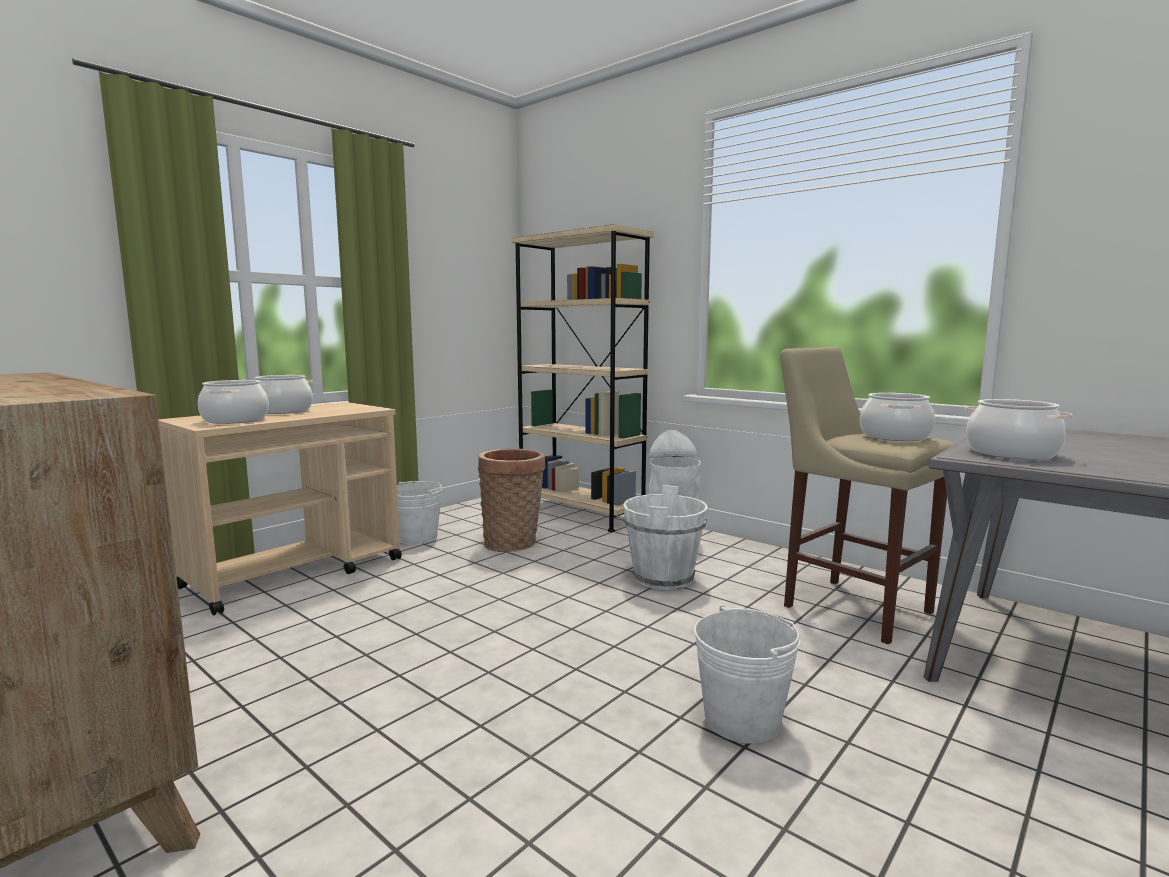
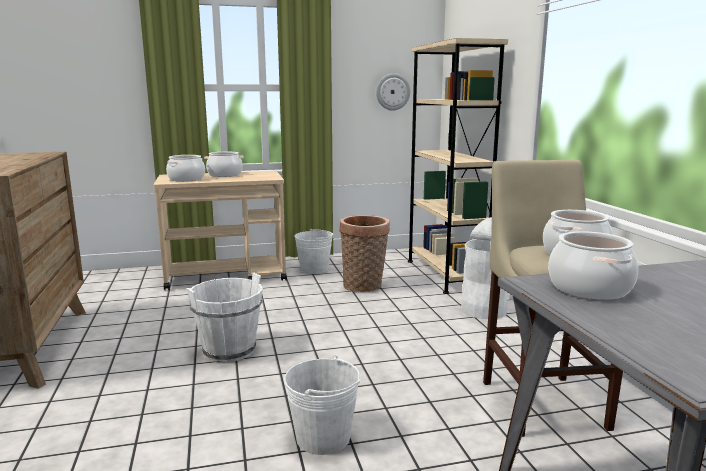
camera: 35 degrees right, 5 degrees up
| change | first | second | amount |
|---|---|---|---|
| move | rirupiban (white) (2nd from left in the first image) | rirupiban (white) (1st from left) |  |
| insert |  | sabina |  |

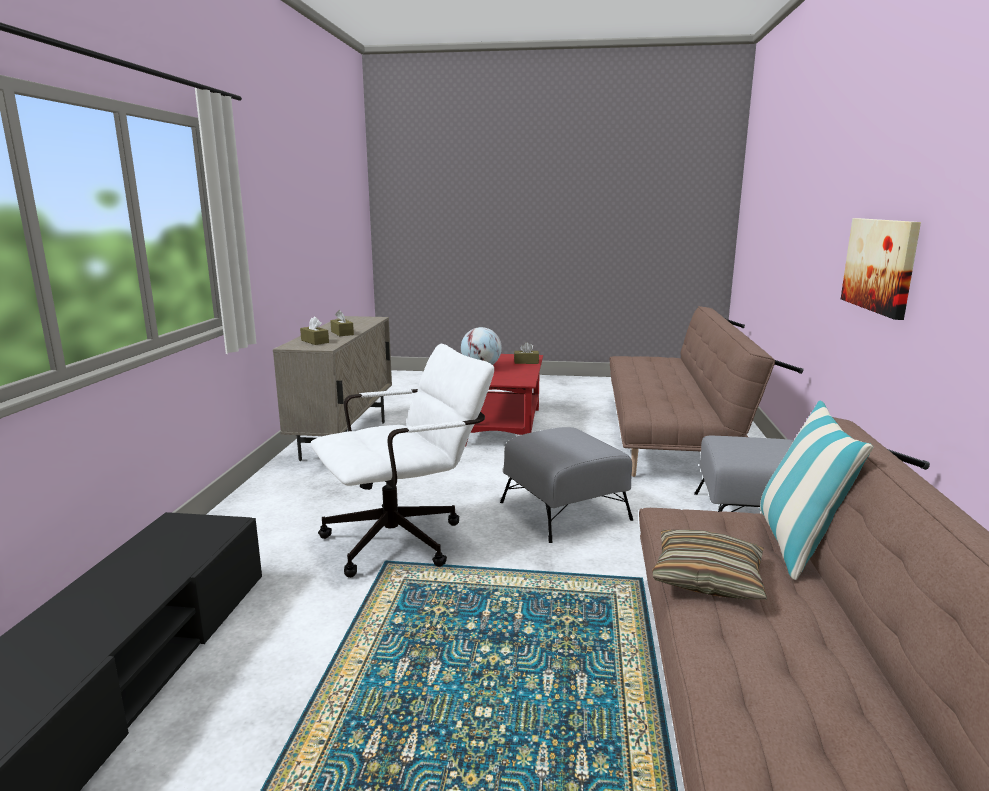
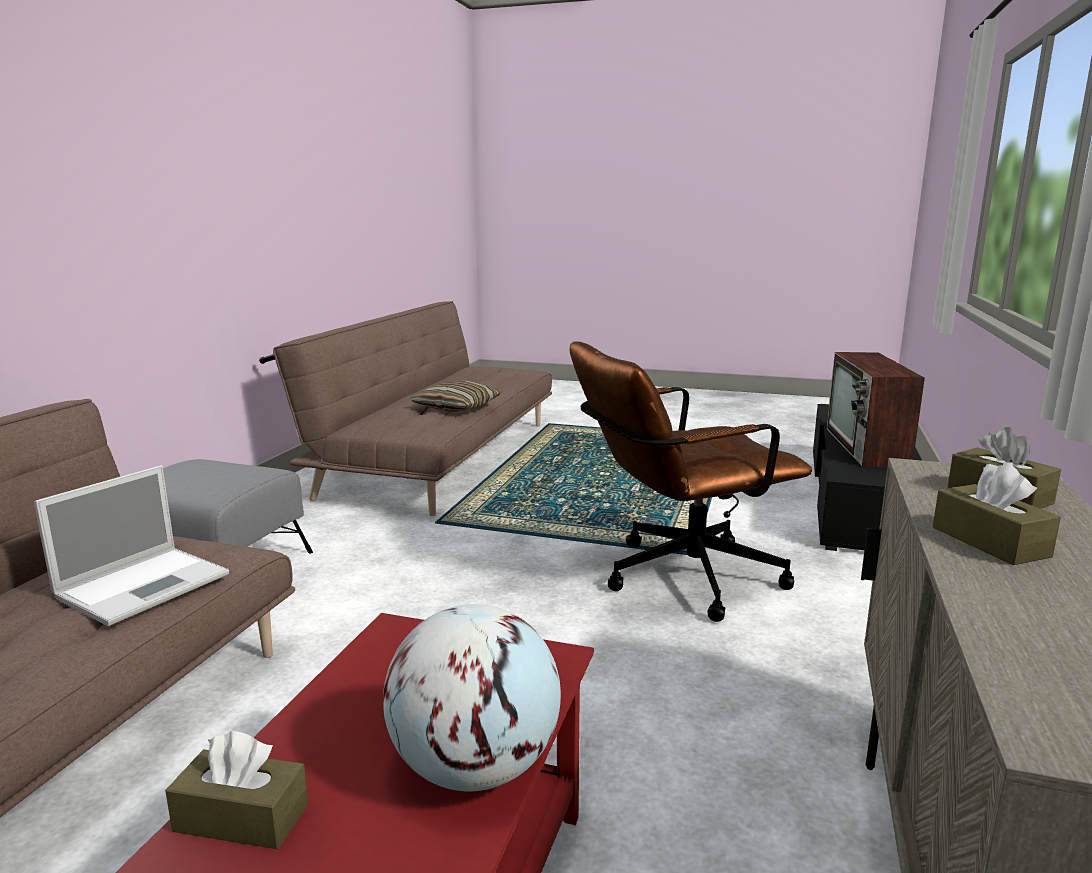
camera: 170 degrees left, 0 degrees up
| change | first | second | amount |
|---|---|---|---|
| recolor | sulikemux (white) | sulikemux (brown) |  |
| delete | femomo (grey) (1st from left) |  |  |
| delete | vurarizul (2nd from left) |  |  |
| delete | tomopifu |  |  |
| insert |  | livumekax |  |
| insert |  | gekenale |  |

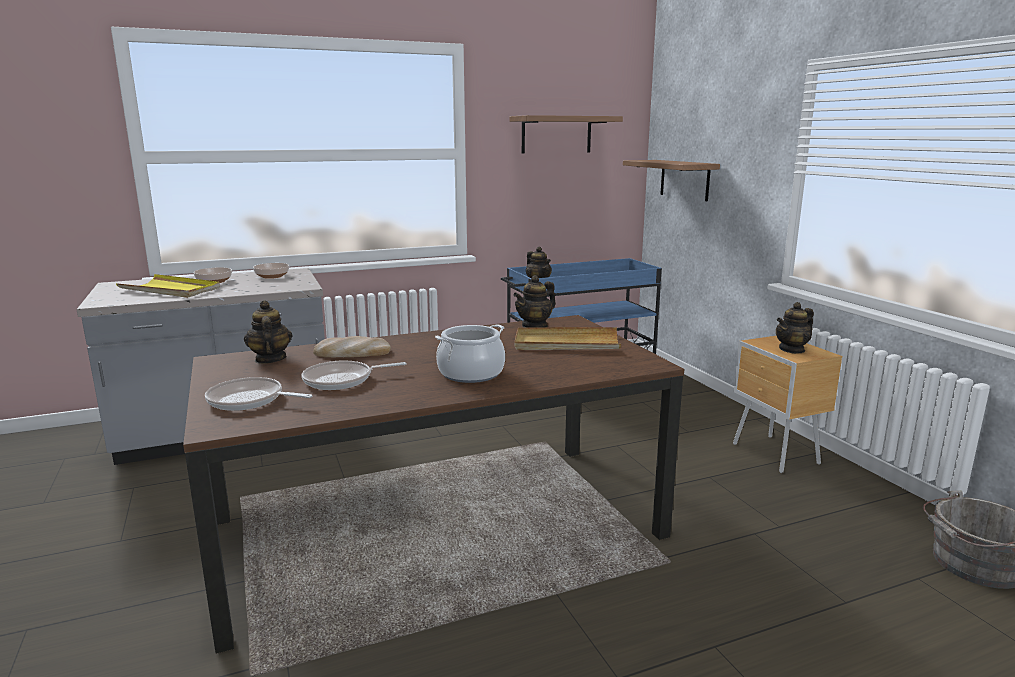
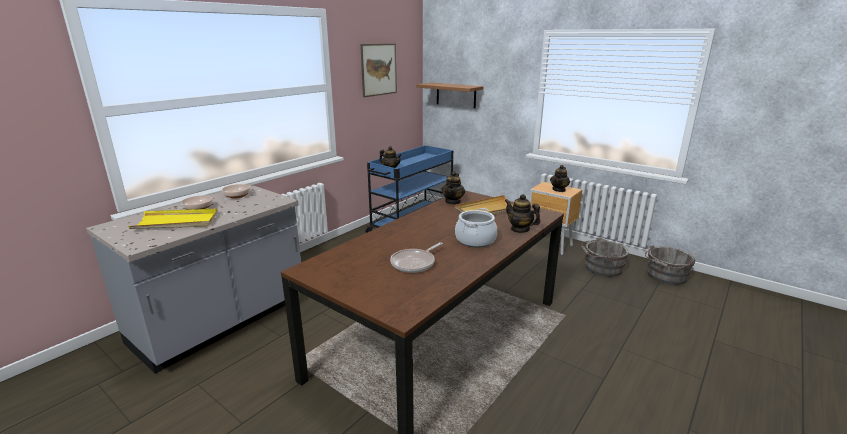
camera: 30 degrees left, 5 degrees up
| change | first | second | amount |
|---|---|---|---|
| delete | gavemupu (1st from left) |  |  |
| move | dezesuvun (1st from left in the first image) | dezesuvun (3rd from left) |  |
| delete | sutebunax |  |  |
| replace | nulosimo (1st from left) | tomopifu |  |
| insert |  | rirupiban (grey) (1st from left) |  |

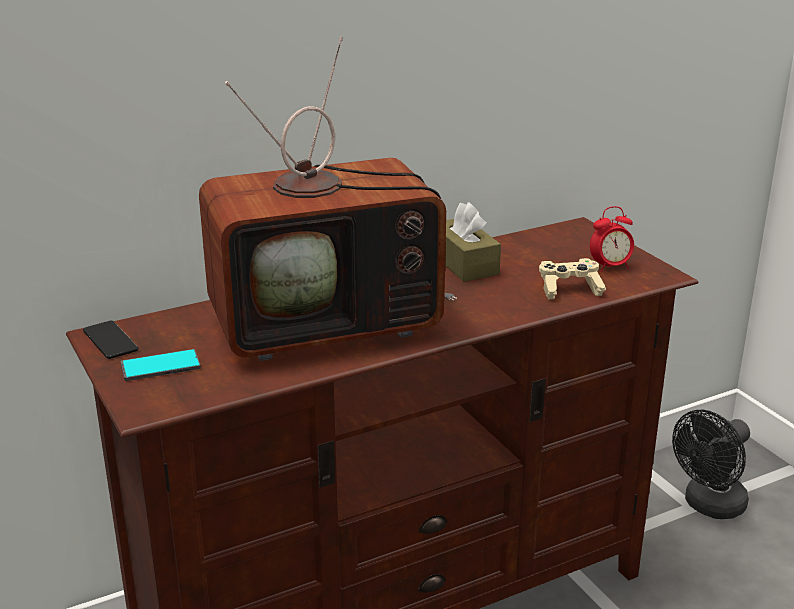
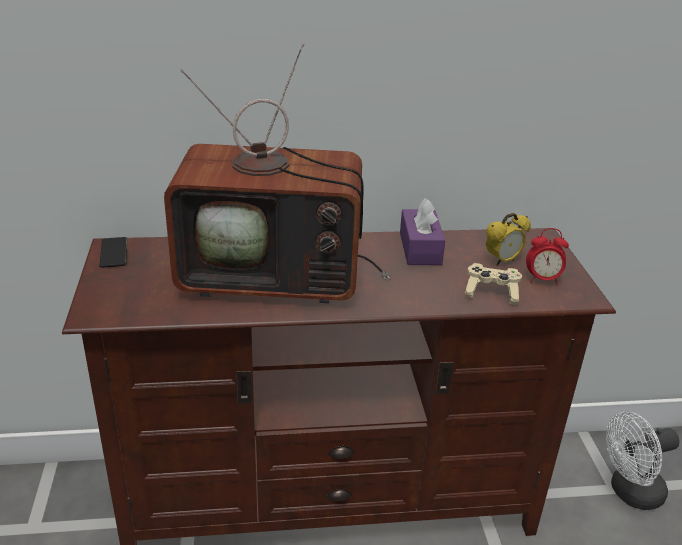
camera: 20 degrees right, 5 degrees up
| change | first | second | amount |
|---|---|---|---|
| delete | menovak (2nd from left) |  |  |
| recolor | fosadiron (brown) | fosadiron (purple) |  |
| recolor | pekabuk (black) | pekabuk (white) |  |
| insert |  | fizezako (1st from left) |  |

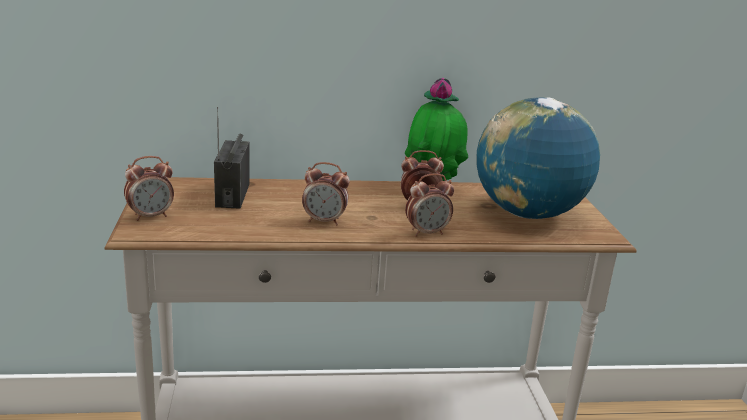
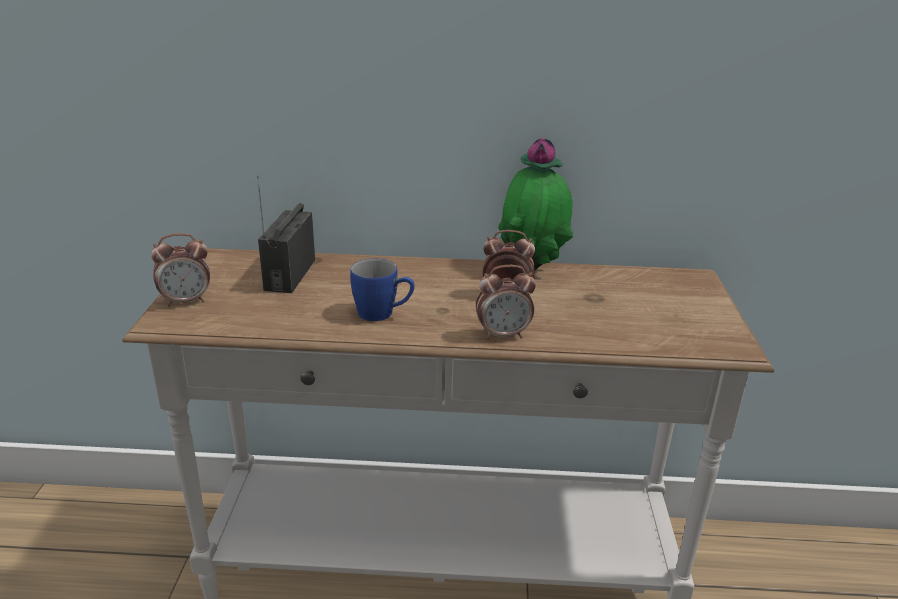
camera: 10 degrees right, 5 degrees up
| change | first | second | amount |
|---|---|---|---|
| replace | fizezako (2nd from left) | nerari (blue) |  |
| delete | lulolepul |  |  |

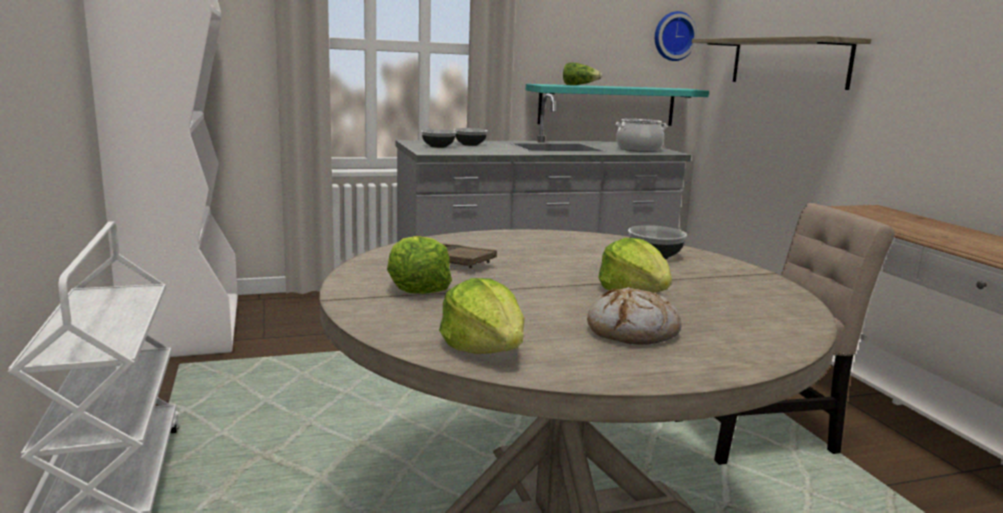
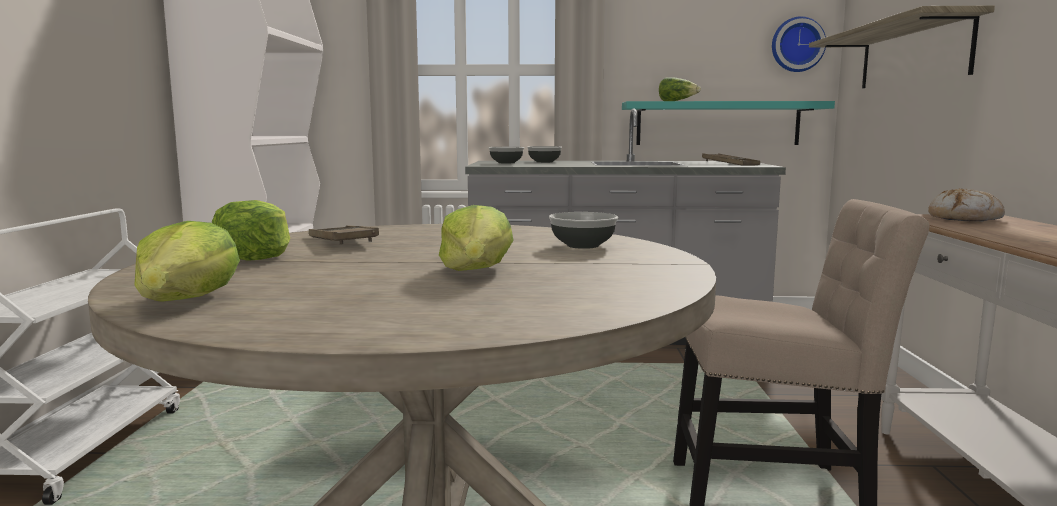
camera: 20 degrees right, 5 degrees down
| change | first | second | amount |
|---|---|---|---|
| move | sutebunax |  |  |
| replace | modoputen | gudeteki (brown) (2nd from left) |  |

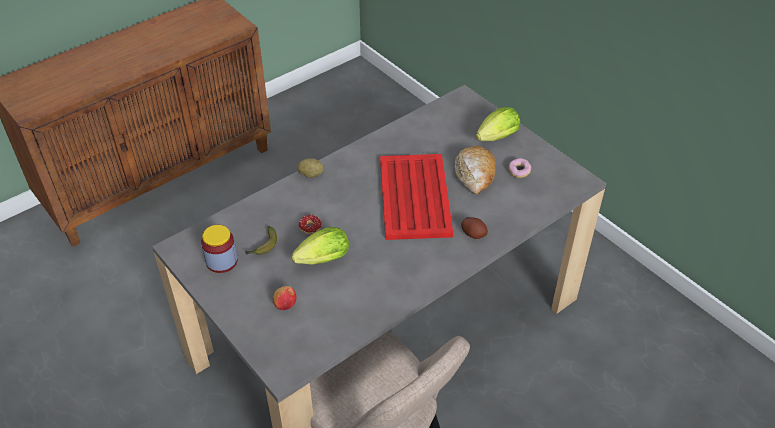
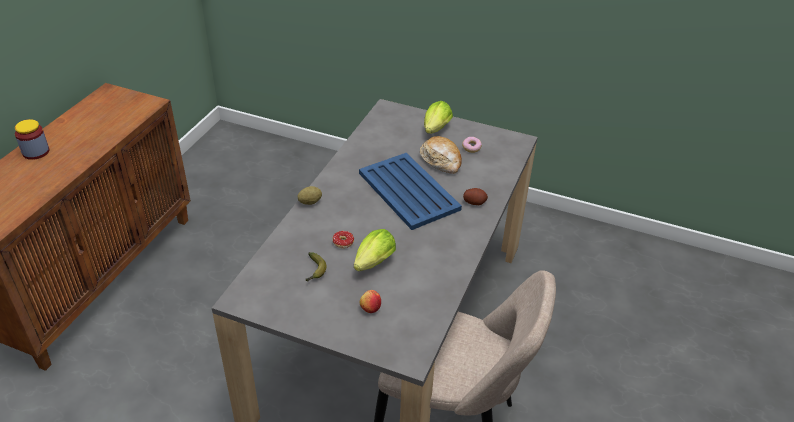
camera: 30 degrees left, 5 degrees down
| change | first | second | amount |
|---|---|---|---|
| move | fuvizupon |  |  |
| recolor | gudeteki (red) | gudeteki (blue) |  |

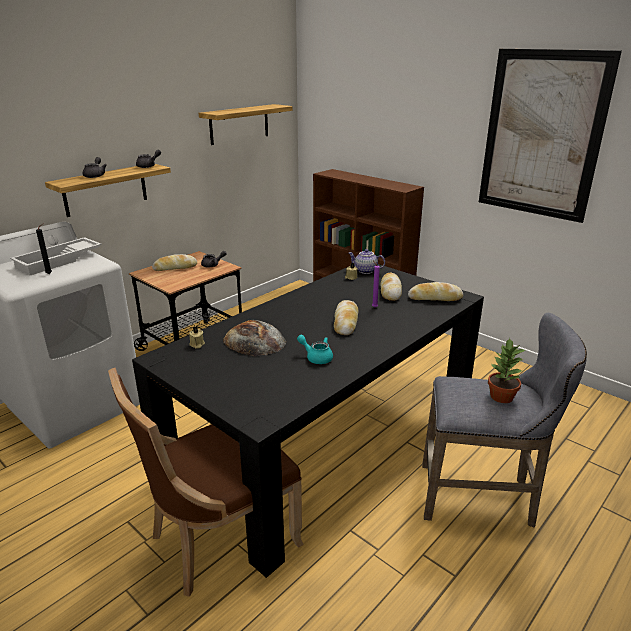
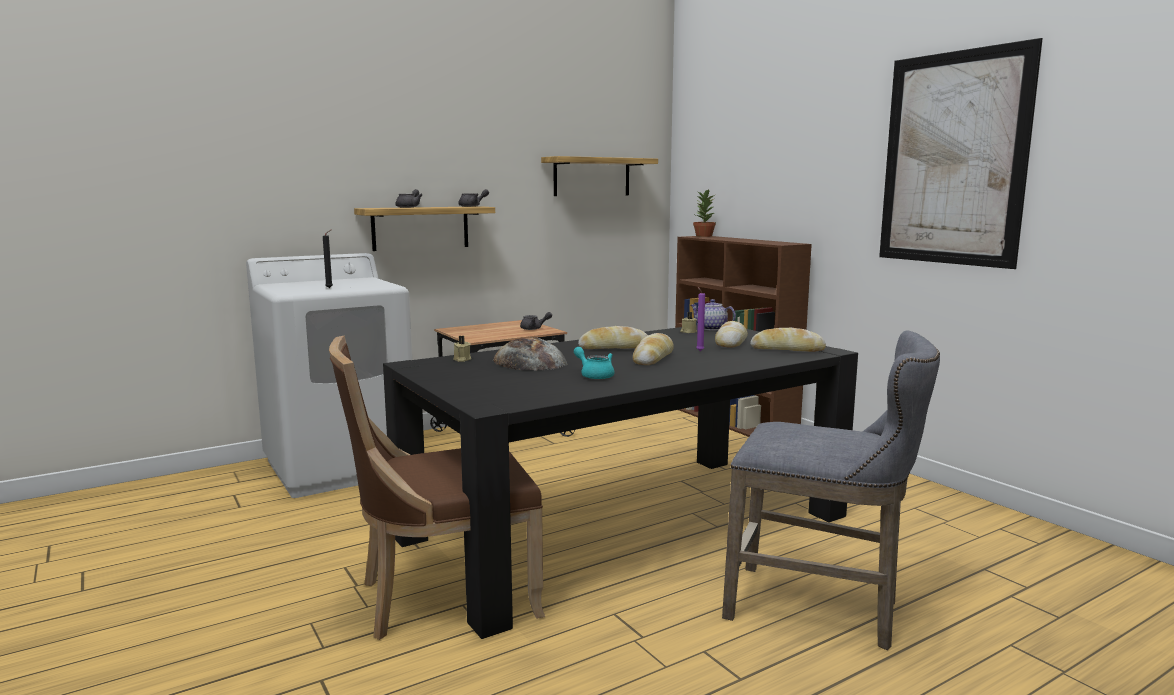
camera: 15 degrees right, 15 degrees down
| change | first | second | amount |
|---|---|---|---|
| delete | gudeteki (white) |  |  |
| move | sutebunax (1st from left in the first image) | sutebunax (2nd from left) |  |
| move | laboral |  |  |

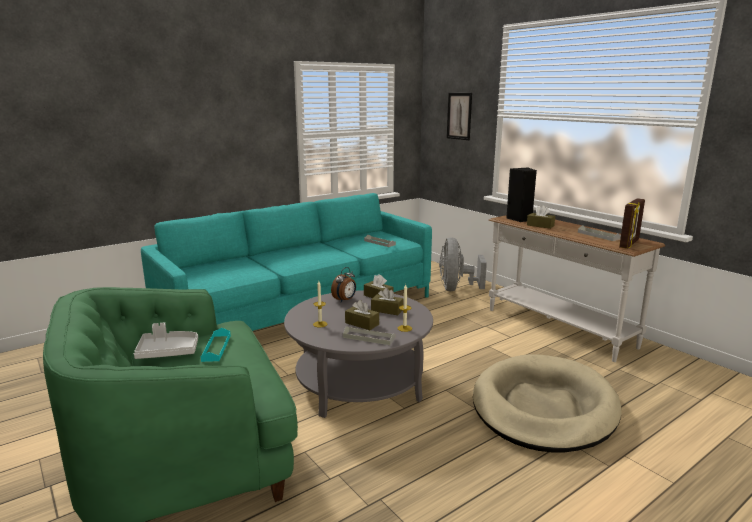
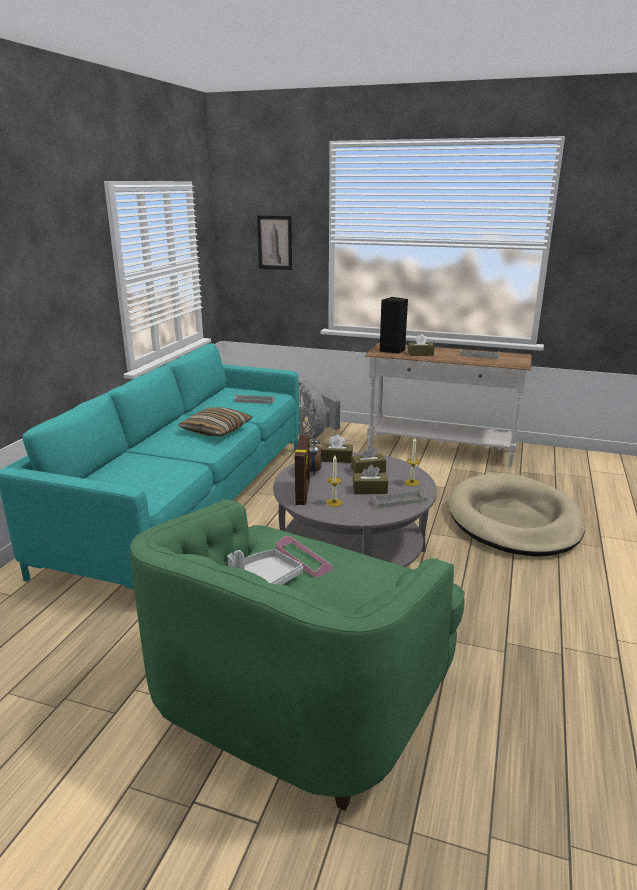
camera: 35 degrees left, 5 degrees up
| change | first | second | amount |
|---|---|---|---|
| recolor | gudeteki (turquoise) | gudeteki (pink) |  |
| move | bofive |  |  |
| insert |  | vurarizul |  |

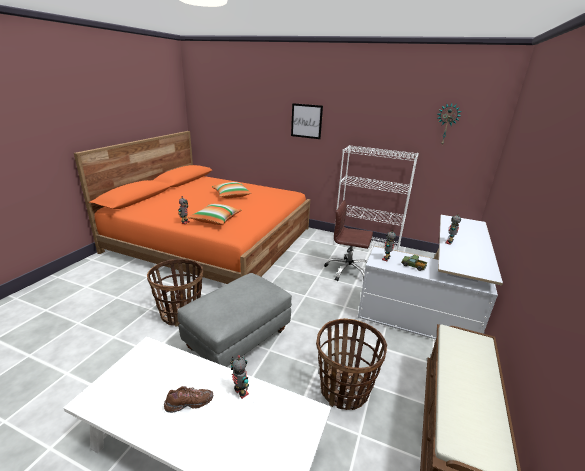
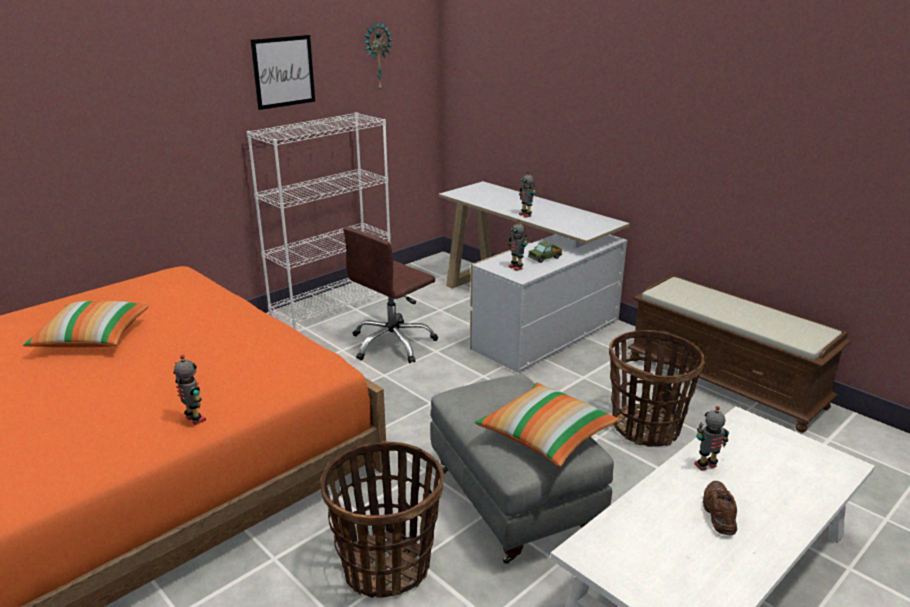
camera: 65 degrees left, 0 degrees up
| change | first | second | amount |
|---|---|---|---|
| move | vurarizul (1st from left in the first image) | vurarizul (2nd from left) |  |
| move | tomopifu |  |  |

